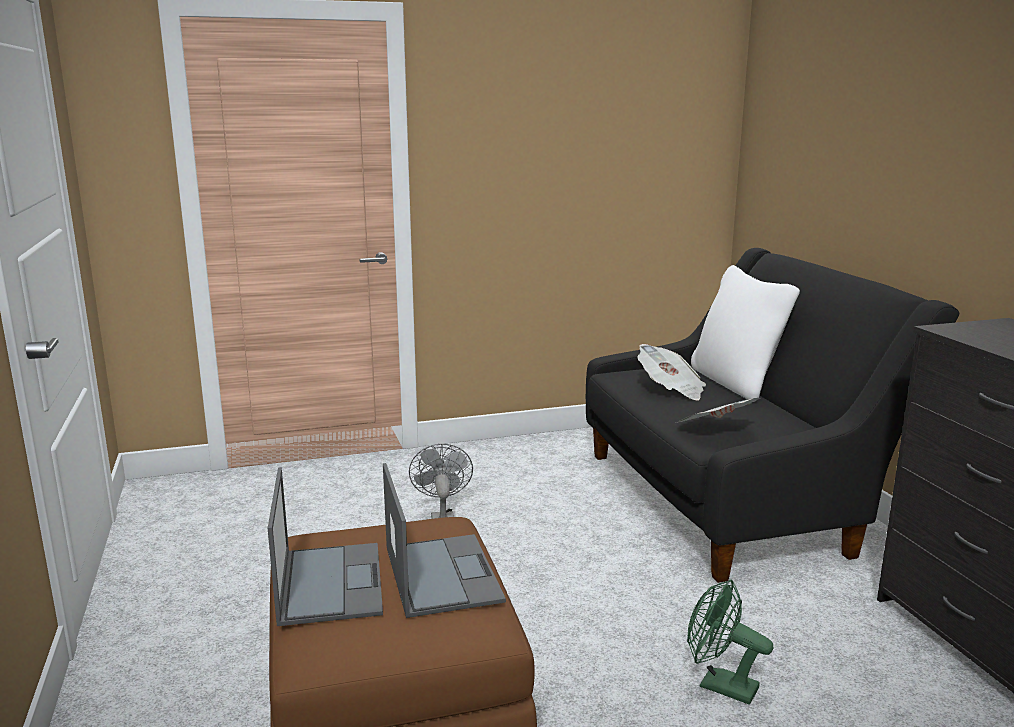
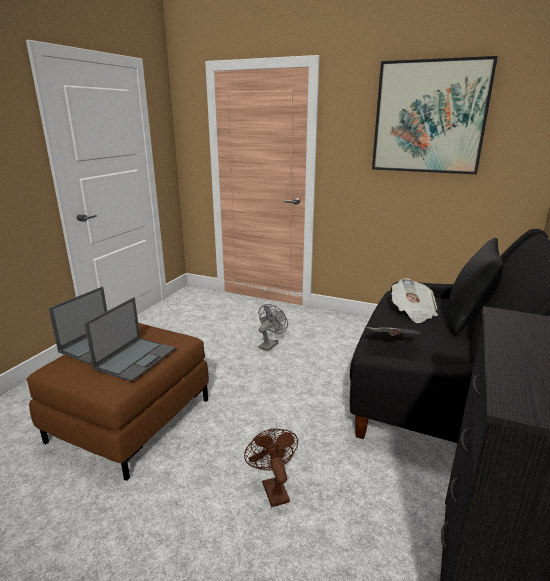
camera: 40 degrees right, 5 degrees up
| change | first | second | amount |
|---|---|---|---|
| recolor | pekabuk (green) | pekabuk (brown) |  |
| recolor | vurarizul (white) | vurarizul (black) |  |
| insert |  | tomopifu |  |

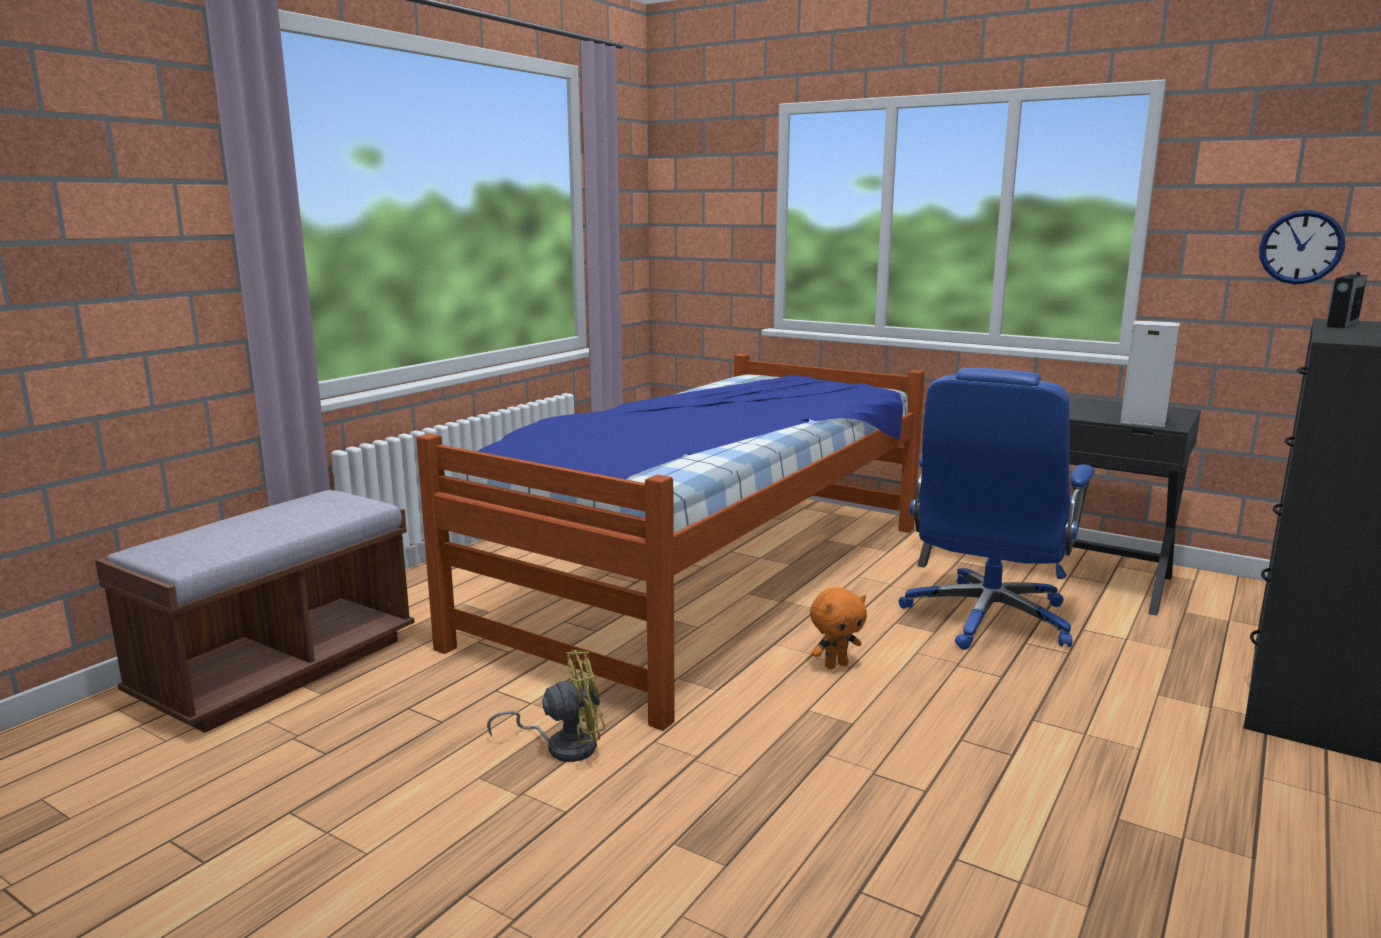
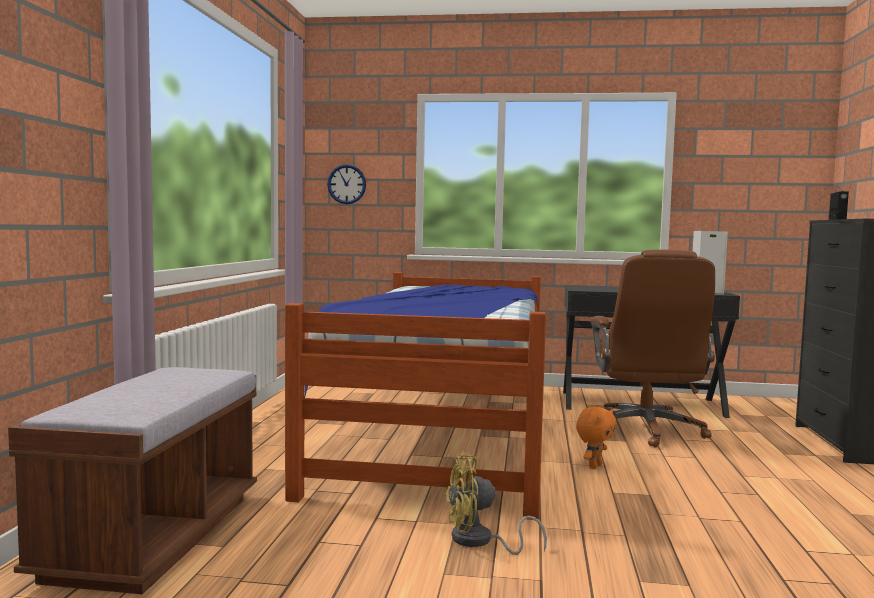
camera: 25 degrees left, 10 degrees down
| change | first | second | amount |
|---|---|---|---|
| rotate | pekabuk (yellow) |  | 150 degrees counterclockwise |
| recolor | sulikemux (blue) | sulikemux (brown) |  |
| move | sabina |  |  |

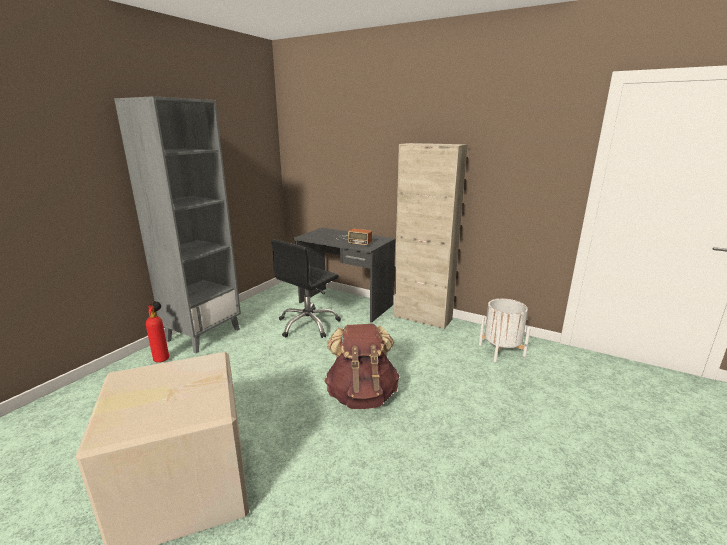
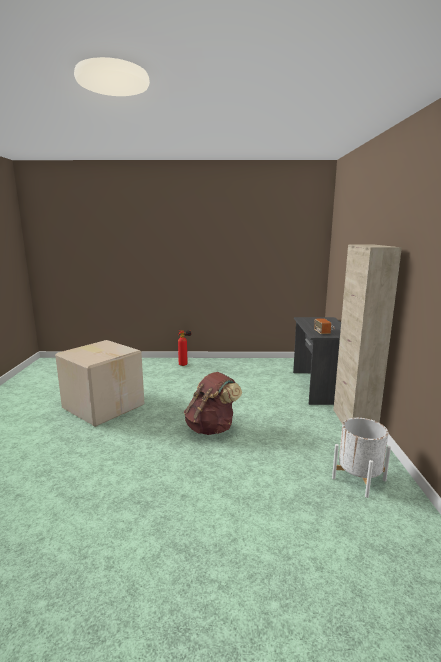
camera: 60 degrees right, 5 degrees down
| change | first | second | amount |
|---|---|---|---|
| delete | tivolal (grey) |  |  |
| delete | sulikemux (black) |  |  |

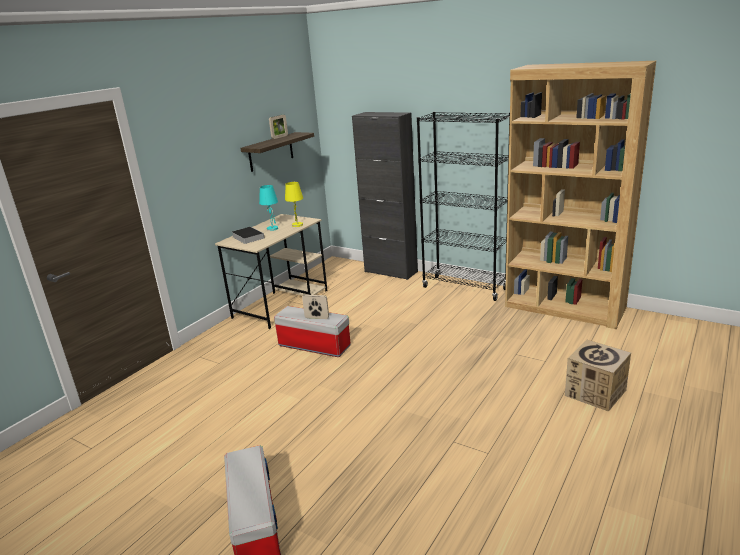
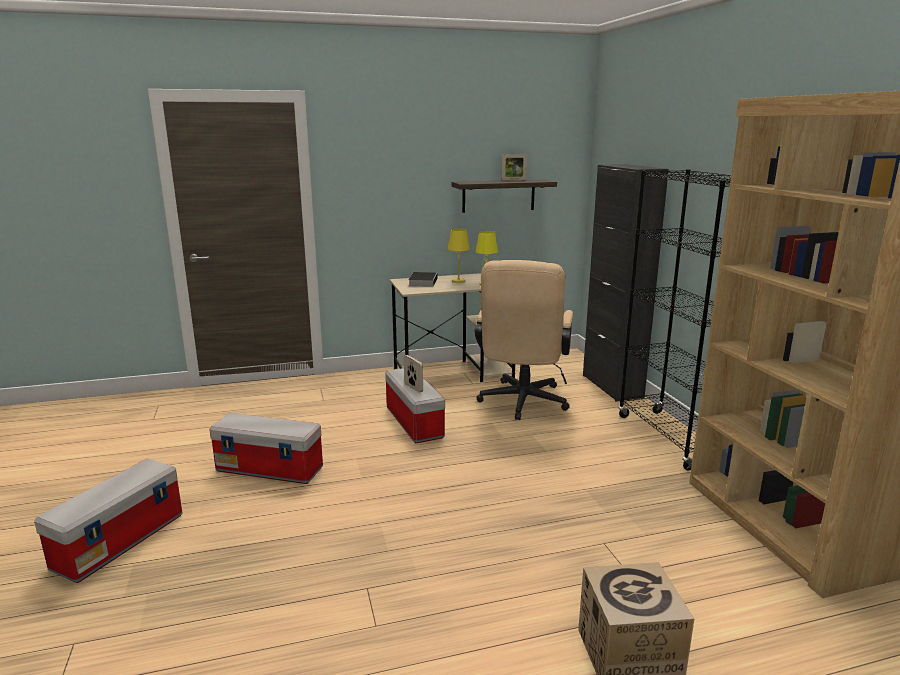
camera: 40 degrees right, 5 degrees down
| change | first | second | amount |
|---|---|---|---|
| recolor | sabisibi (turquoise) | sabisibi (yellow) (1st from left) |  |
| insert |  | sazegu (2nd from left) |  |
| insert |  | sulikemux (beige) |  |

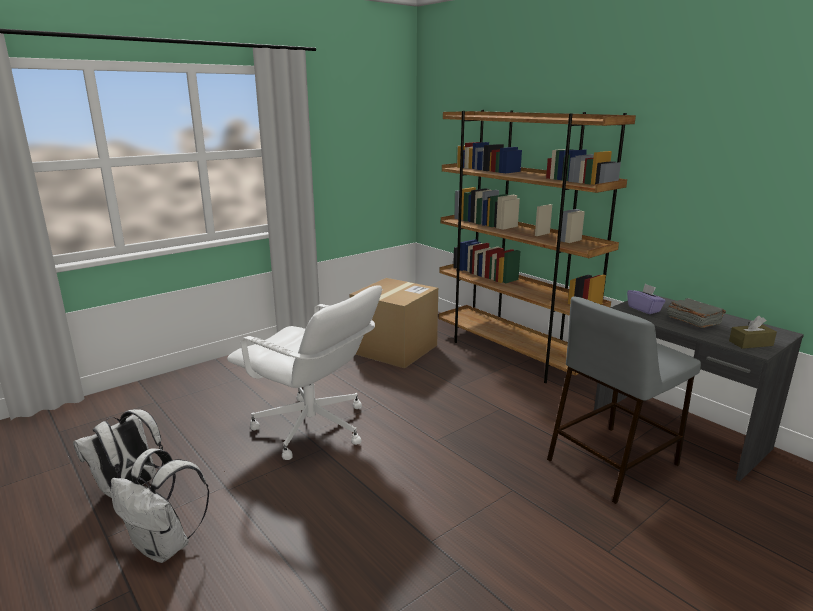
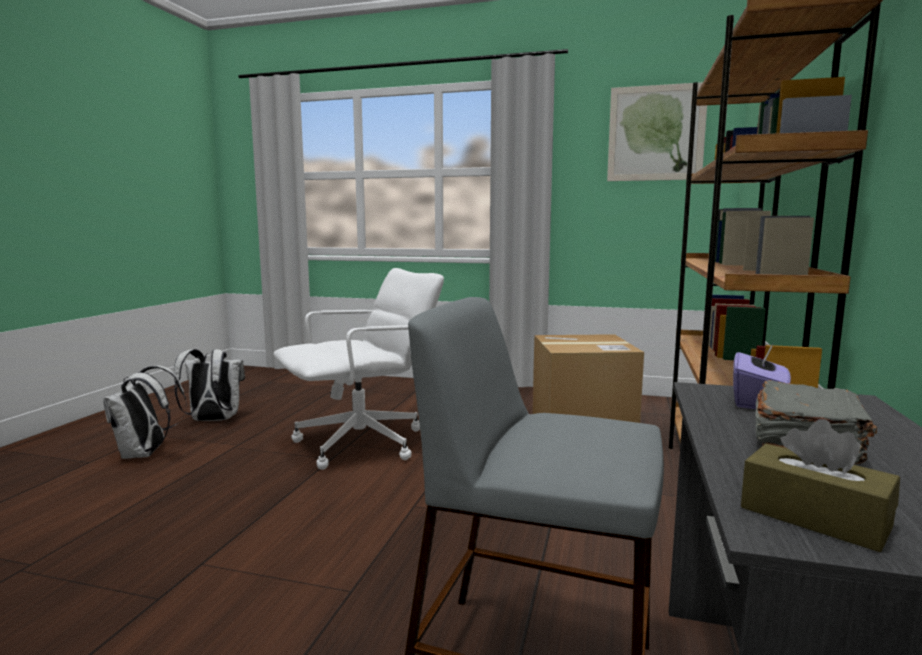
camera: 55 degrees right, 10 degrees down
| change | first | second | amount |
|---|---|---|---|
| rotate | sulikemux (white) |  | 120 degrees counterclockwise |
| insert |  | tomopifu |  |

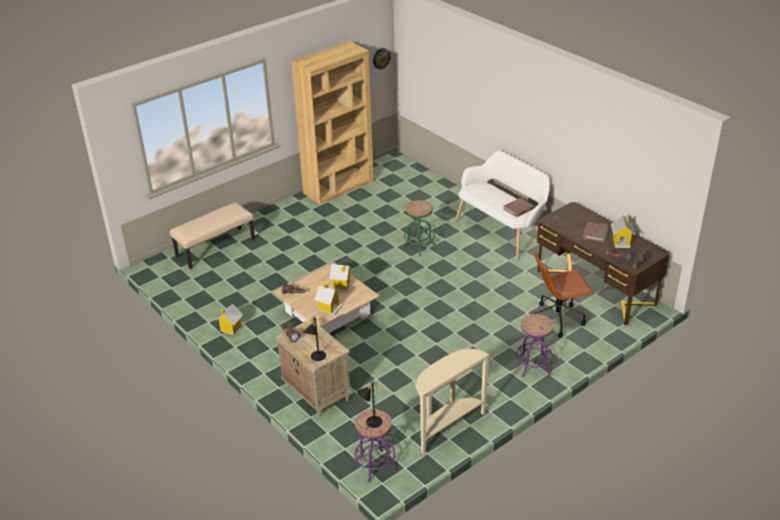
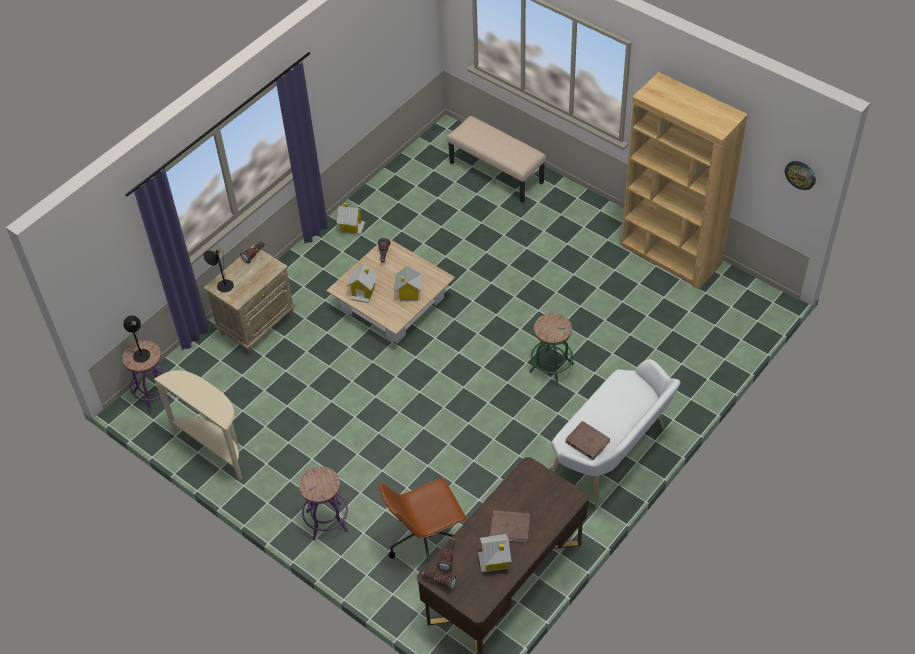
camera: 80 degrees right, 15 degrees up
| change | first | second | amount |
|---|---|---|---|
| rotate | sulikemux (brown) |  | 90 degrees counterclockwise |

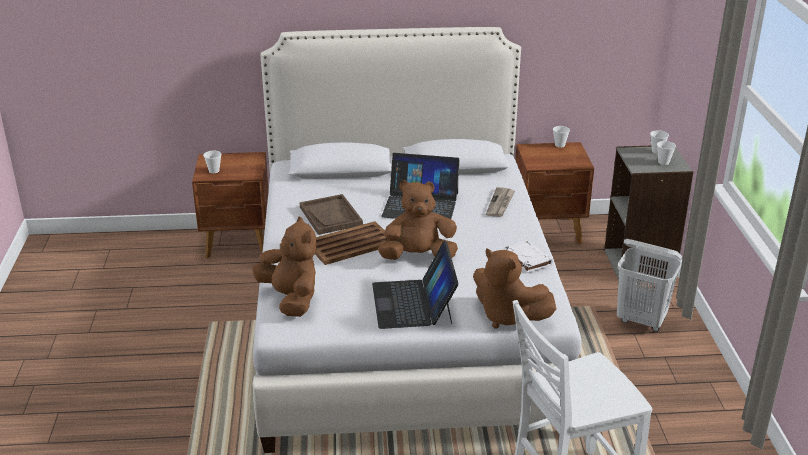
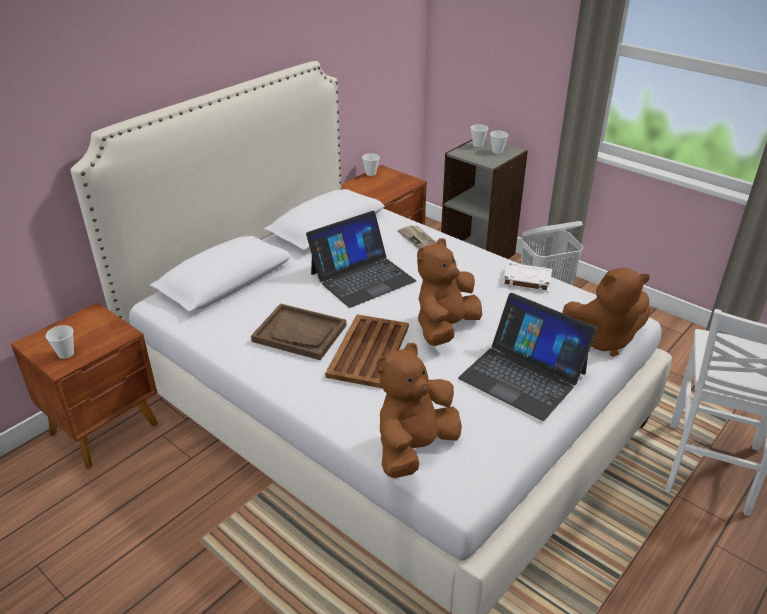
camera: 45 degrees left, 5 degrees up
| change | first | second | amount |
|---|---|---|---|
| rotate | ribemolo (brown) (1st from left) |  | 60 degrees counterclockwise |

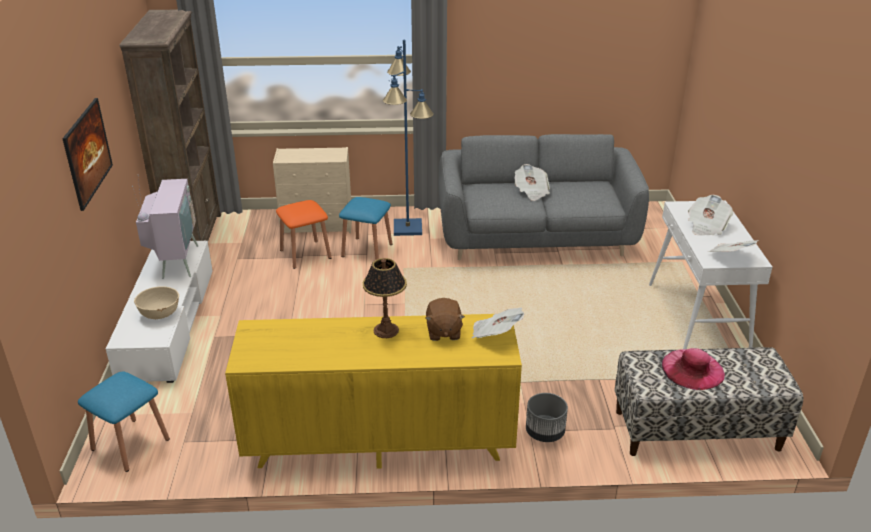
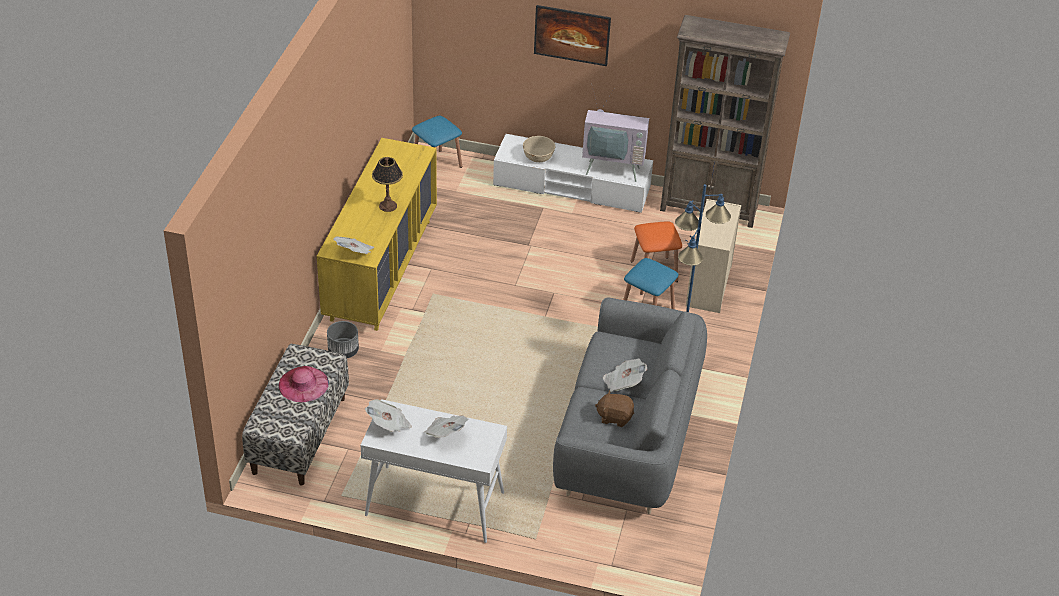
camera: 105 degrees right, 10 degrees up
| change | first | second | amount |
|---|---|---|---|
| move | ribemolo (brown) |  |  |

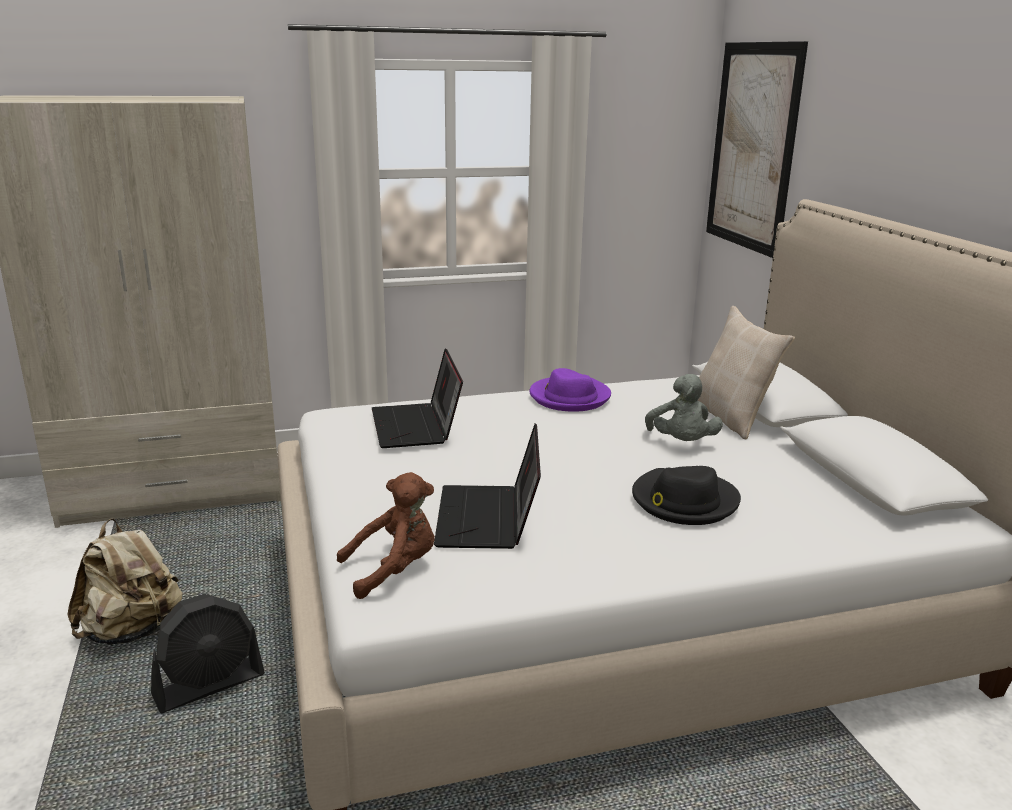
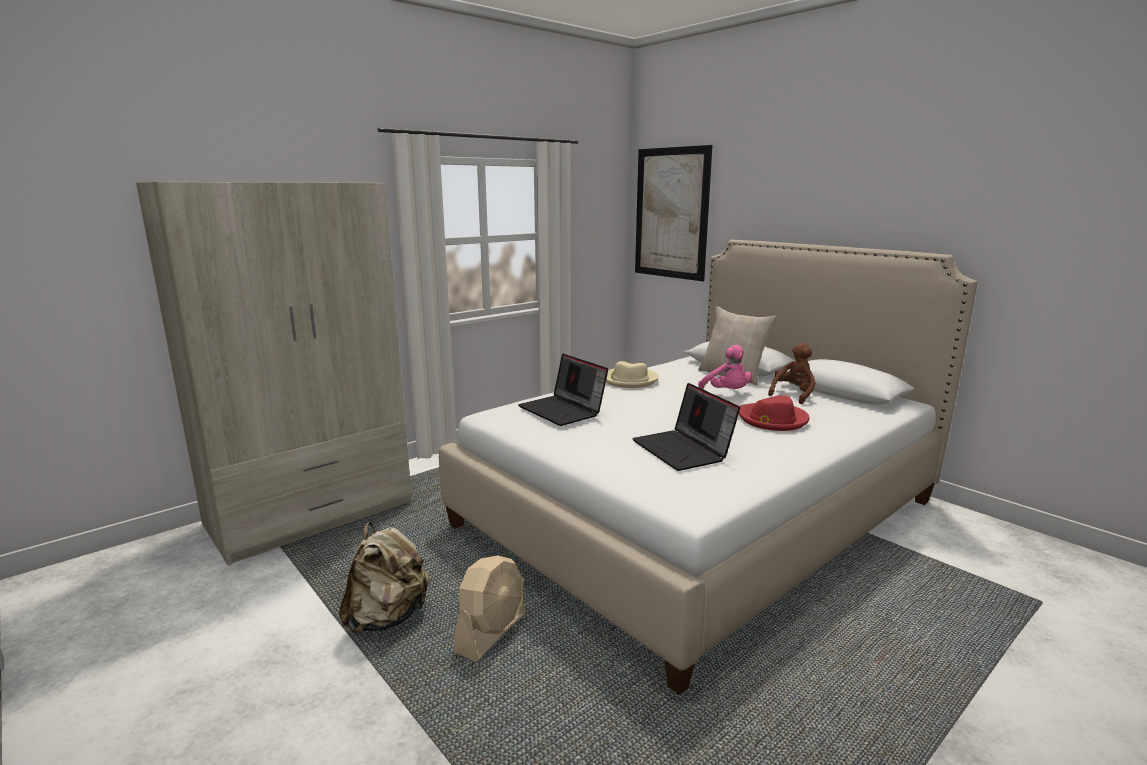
camera: 25 degrees left, 5 degrees down
| change | first | second | amount |
|---|---|---|---|
| recolor | pekabuk (black) | pekabuk (beige) |  |
| move | ribemolo (brown) |  |  |
| recolor | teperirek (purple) | teperirek (beige) |  |
| recolor | teperirek (black) | teperirek (red) |  |
| recolor | ribemolo (grey) | ribemolo (pink) |  |

